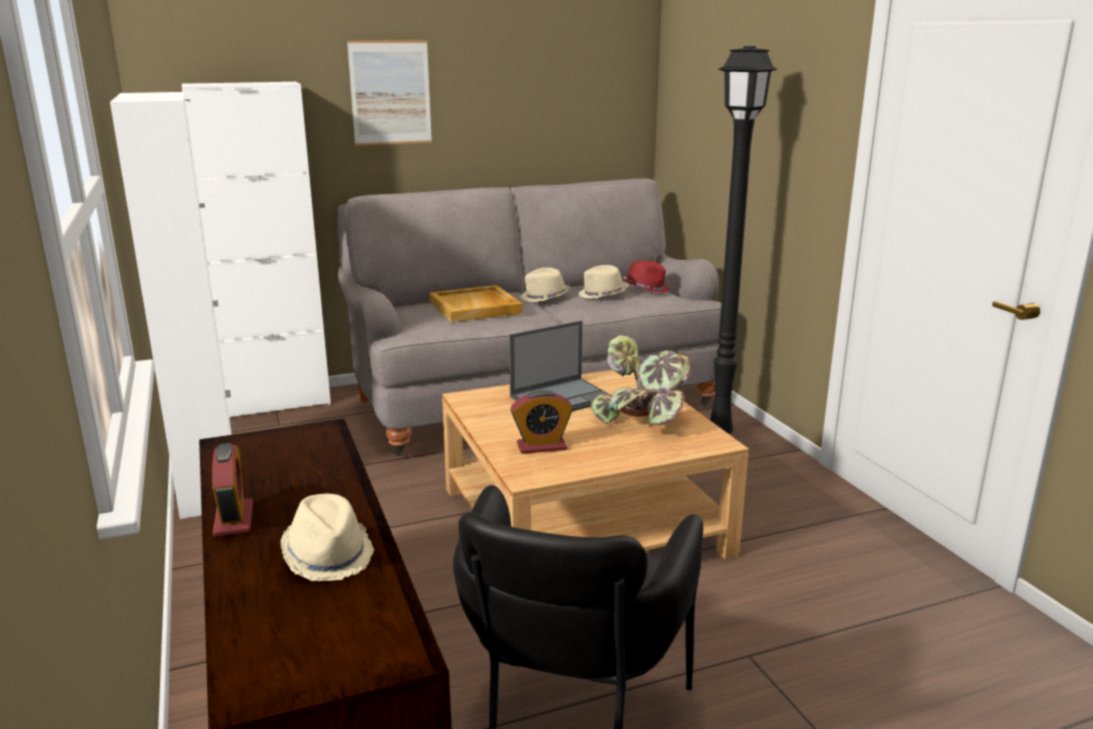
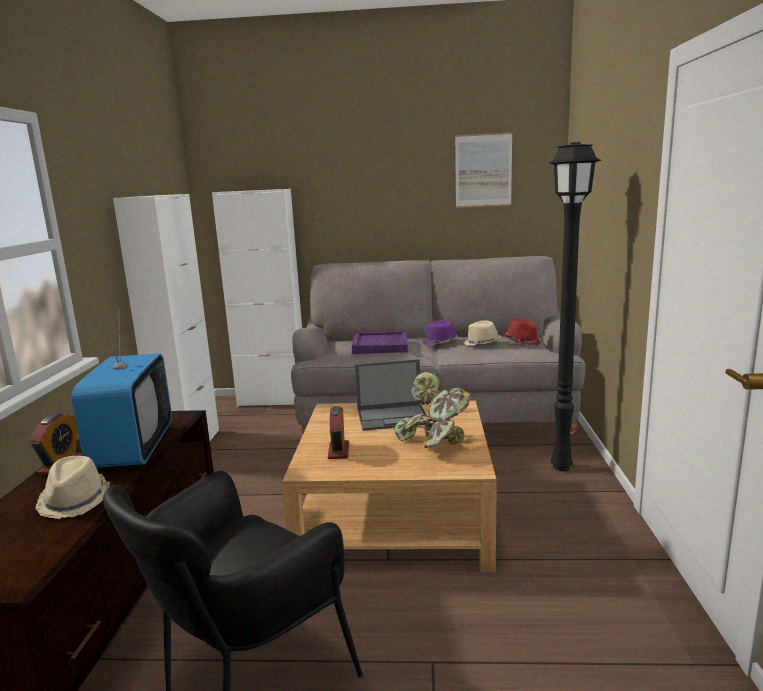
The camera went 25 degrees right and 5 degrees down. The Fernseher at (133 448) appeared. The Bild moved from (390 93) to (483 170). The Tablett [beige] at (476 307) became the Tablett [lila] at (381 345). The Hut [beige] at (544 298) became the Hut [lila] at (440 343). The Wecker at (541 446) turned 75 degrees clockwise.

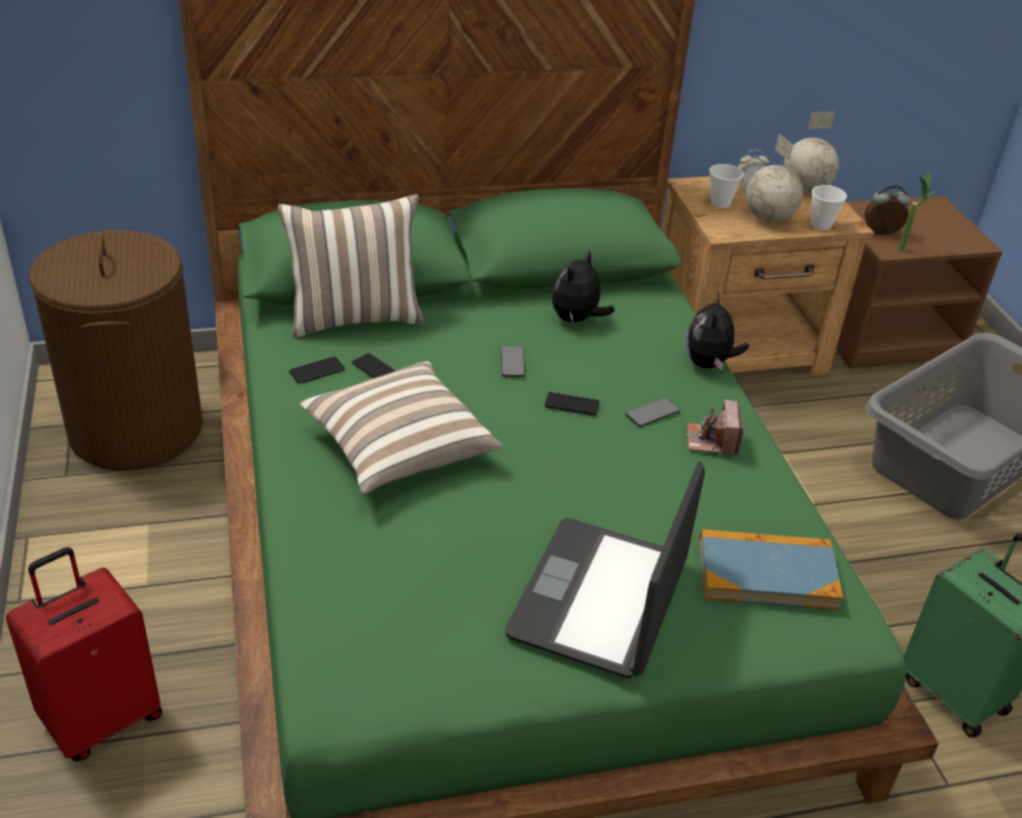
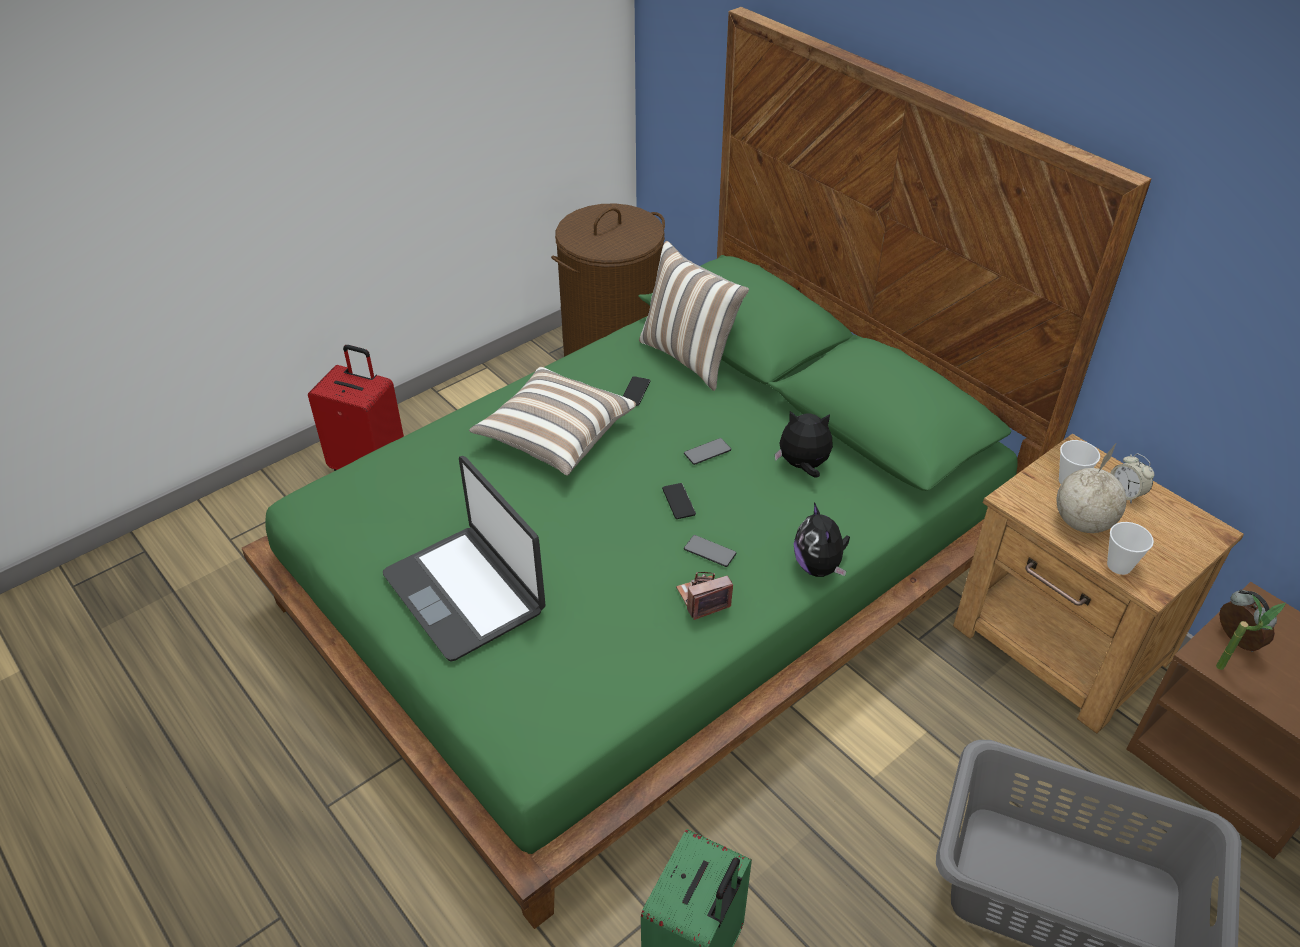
The camera went 65 degrees right and 5 degrees up. The Handy at (317 371) disappeared. The Buch at (767 574) disappeared. The Globus at (804 189) disappeared. The Laptop at (601 599) turned 120 degrees counterclockwise. The Plüschtier at (709 364) turned 90 degrees counterclockwise.

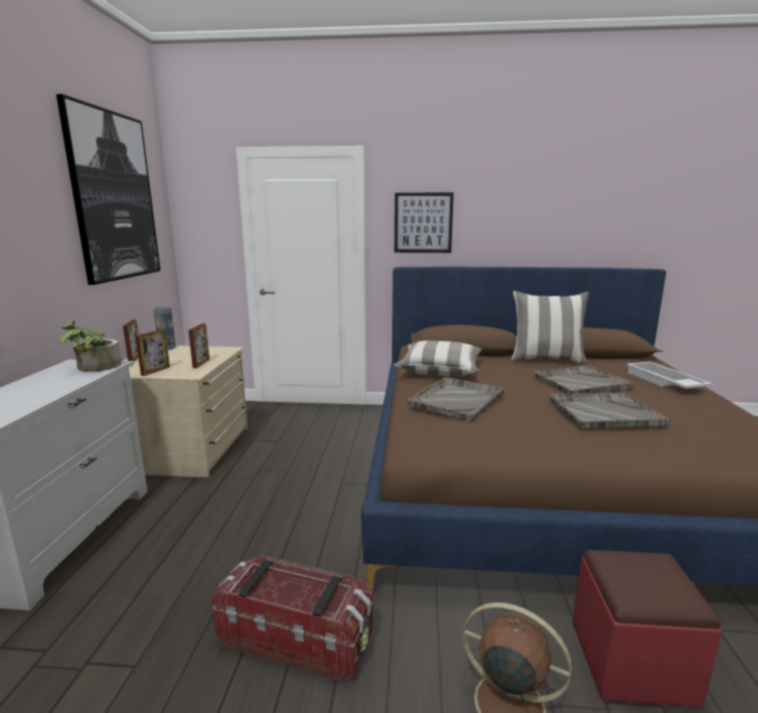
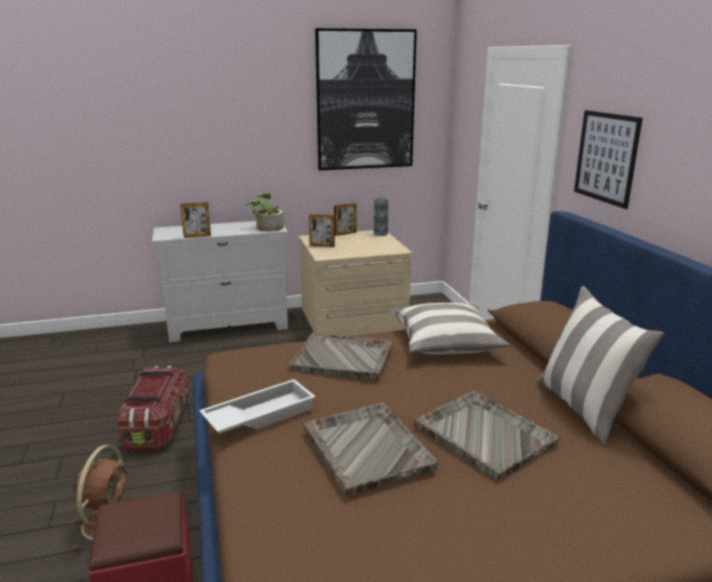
The camera went 70 degrees right and 5 degrees up. The Bilderrahmen moved from (201 363) to (197 236). The Tablett [weiß] moved from (663 382) to (259 414).

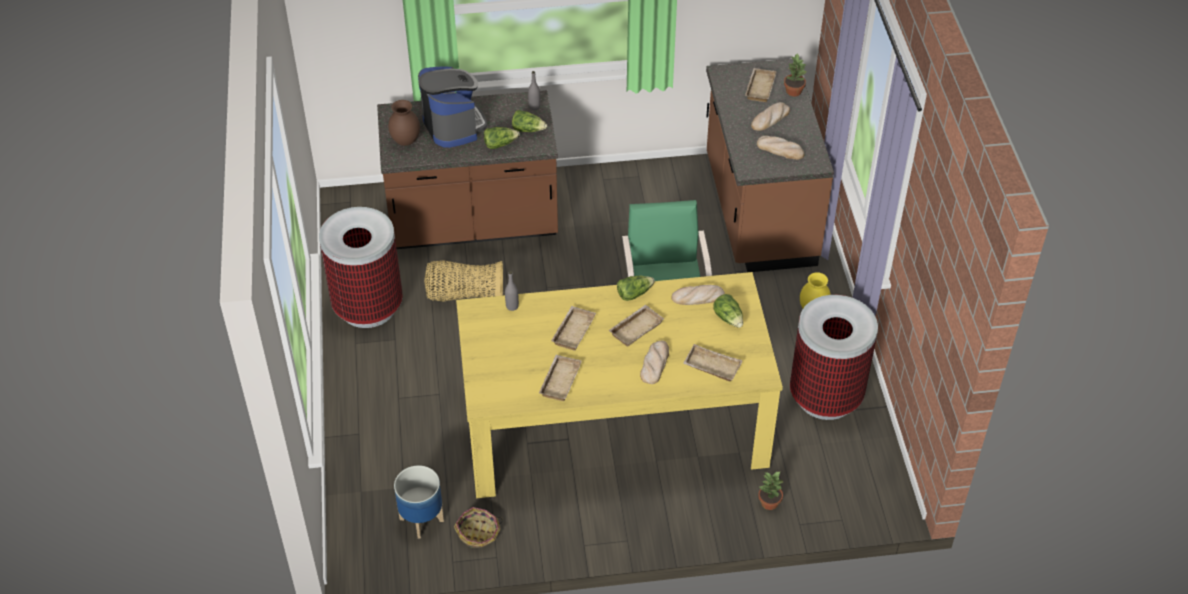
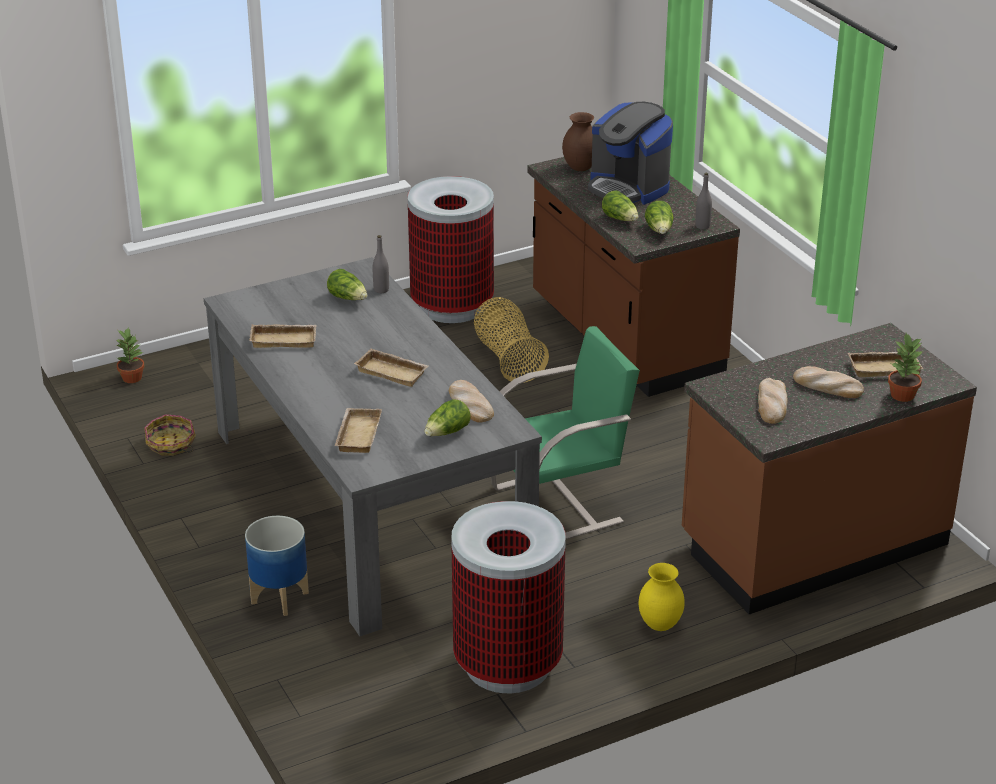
The camera went 70 degrees right and 15 degrees down. The Tablett [beige] at (572 330) disappeared. The Brot at (654 363) disappeared. The Pflanzkübel moved from (421 520) to (279 597). The Salatkopf moved from (634 293) to (348 298). The Topfpflanze moved from (769 503) to (132 377). The Esstisch [gelb] at (614 424) became the Esstisch [grau] at (369 501). The Kaffeemaschine at (453 125) turned 90 degrees clockwise.

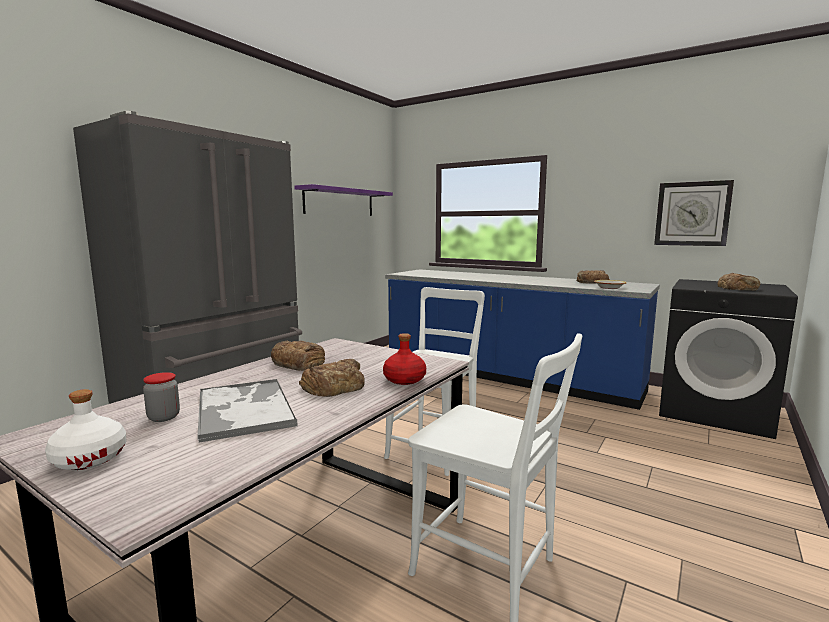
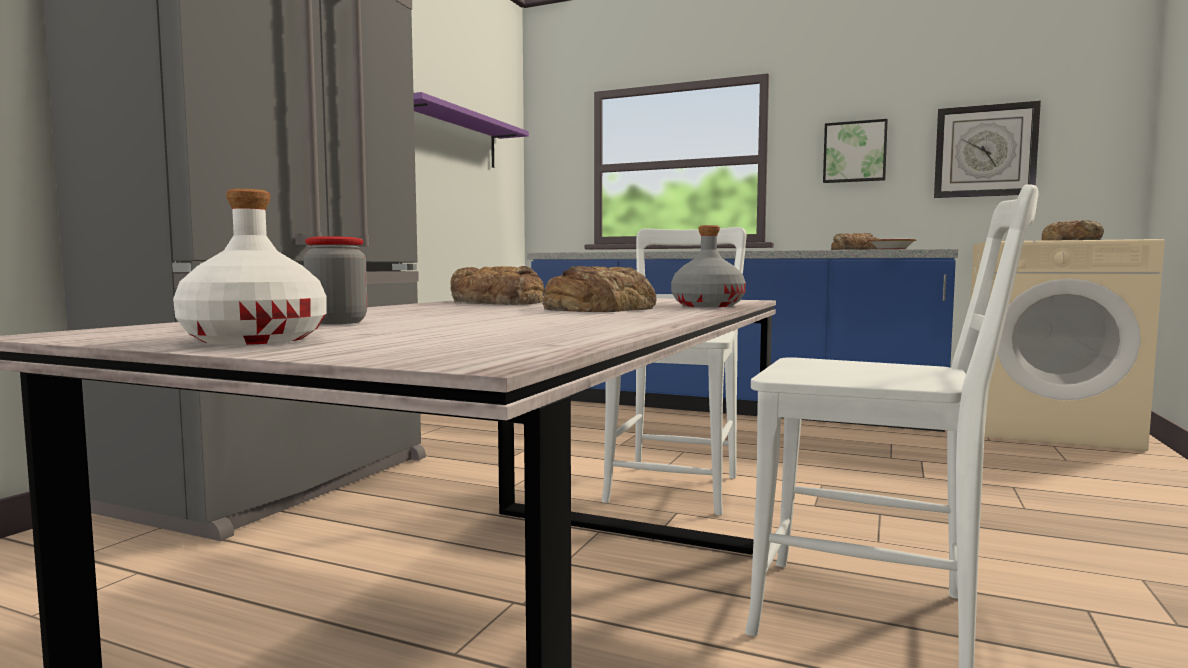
The camera went 10 degrees left and 5 degrees down. The Tablett at (244 408) disappeared. The Bild at (855 152) appeared. The Flasche [rot] at (404 379) became the Flasche [grau] at (707 305). The Waschmaschine [schwarz] at (715 411) became the Waschmaschine [beige] at (1046 429).

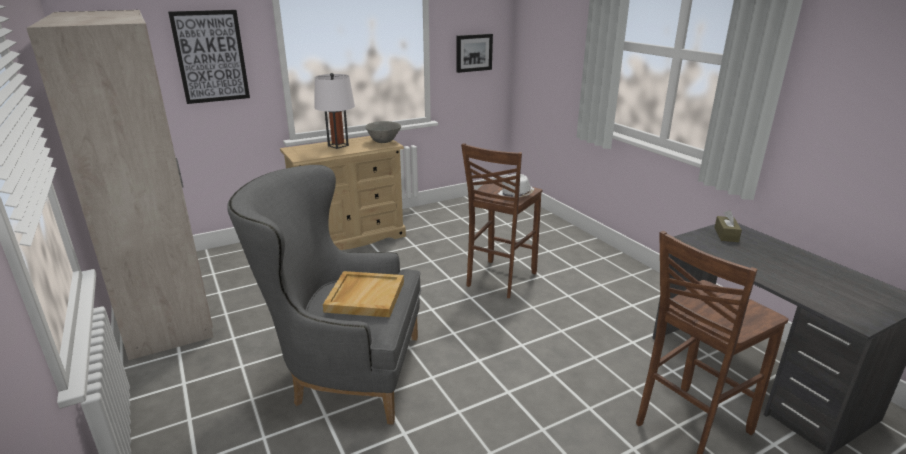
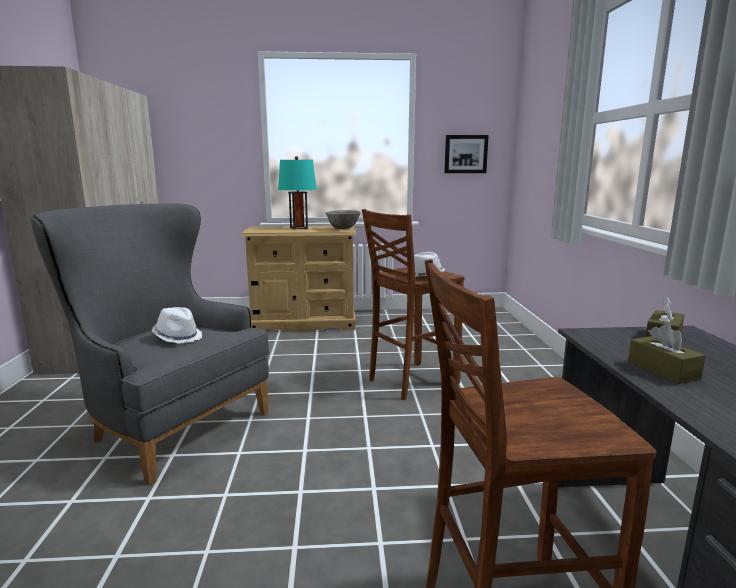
The camera went 25 degrees right and 10 degrees down. The Bild at (211 57) disappeared. The Taschentuchbox [braun] at (662 370) appeared. The Tablett [beige] at (365 296) was replaced by the Hut [weiß] at (178 337). The Tischlampe [weiß] at (338 145) became the Tischlampe [türkis] at (298 228).

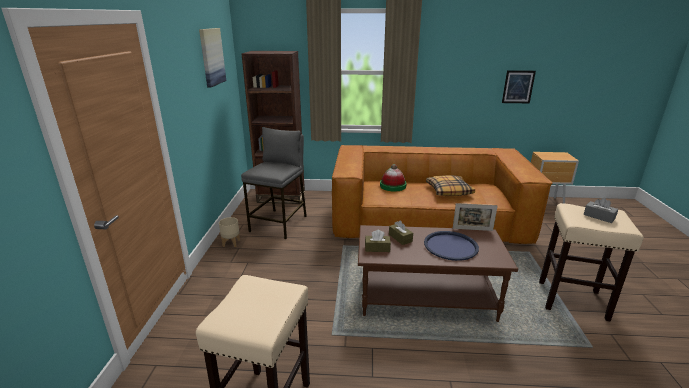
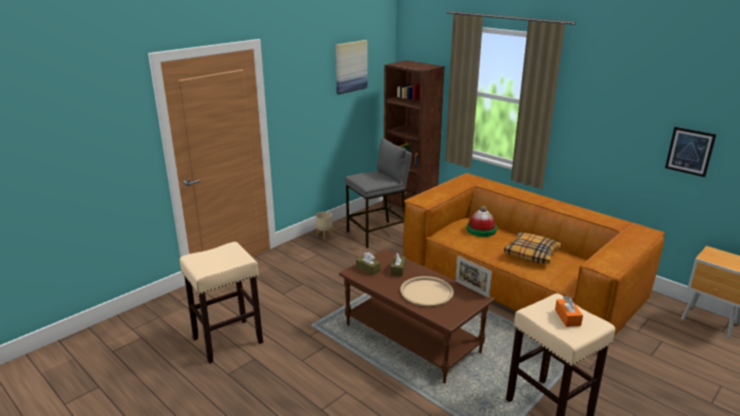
The camera went 40 degrees right and 0 degrees up. The Tablett [blau] at (450 246) became the Tablett [beige] at (426 292). The Taschentuchbox [grau] at (599 216) became the Taschentuchbox [orange] at (567 317).

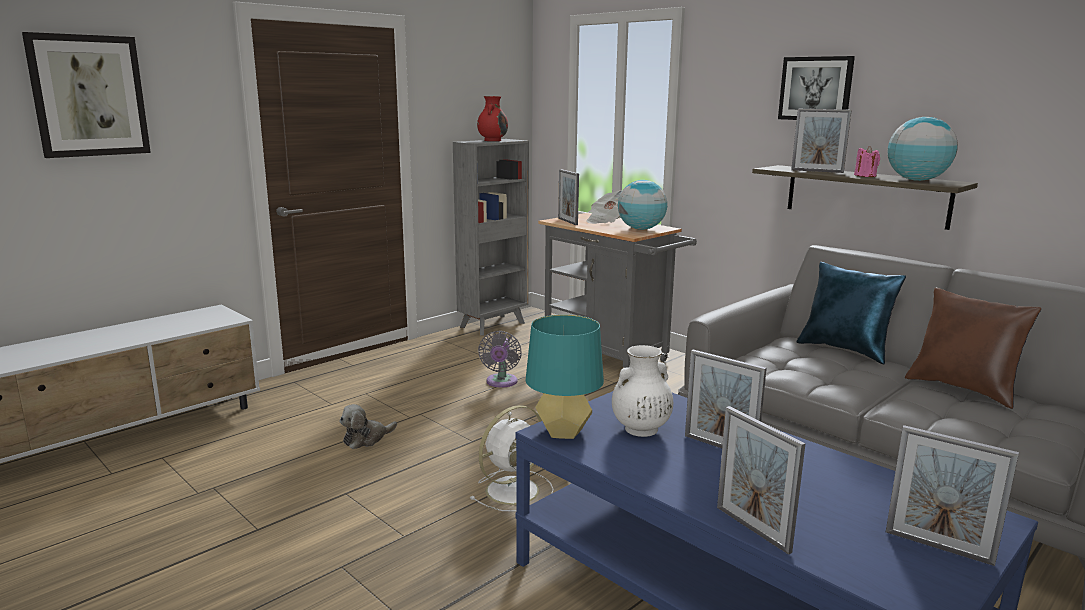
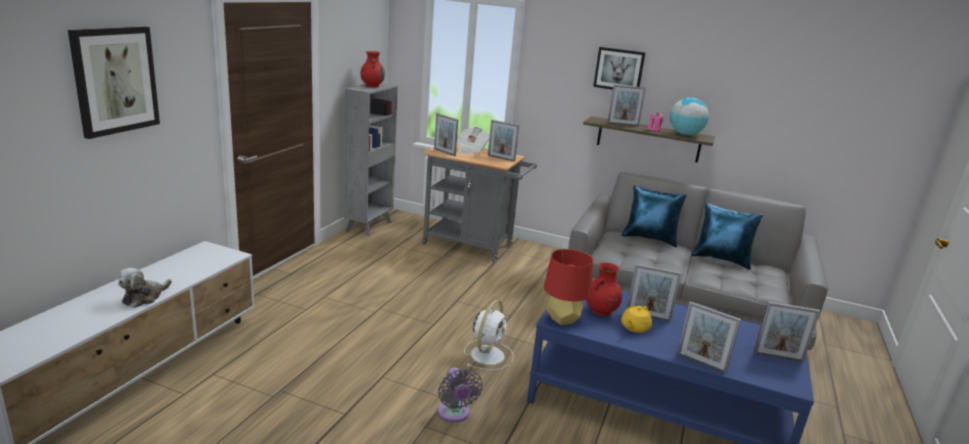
The camera went 25 degrees left and 5 degrees up. The Teekanne [gelb] at (634 327) appeared. The Plüschtier moved from (366 439) to (144 297). The Ventilator [grau] moved from (501 382) to (454 414). The Globus at (641 229) was replaced by the Bilderrahmen at (501 158). The Tischlampe [türkis] at (563 431) became the Tischlampe [rot] at (562 319). The Vase [weiß] at (640 429) became the Vase [rot] at (600 311). The Kissen [braun] at (963 389) became the Kissen [blau] at (721 259).

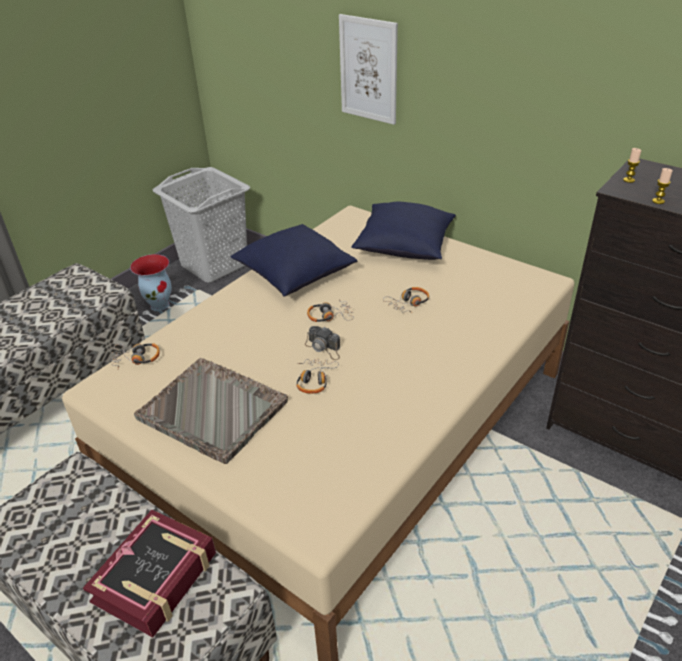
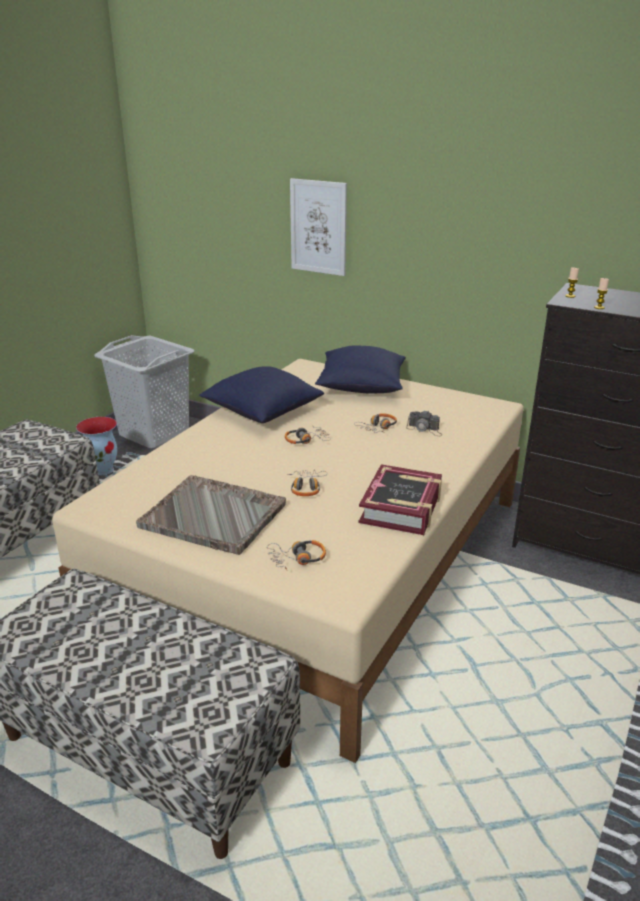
The camera went 10 degrees left and 10 degrees down. The Buch moved from (156 578) to (401 507). The Kopfhörer moved from (136 359) to (297 559). The Kamera moved from (324 348) to (425 429).

